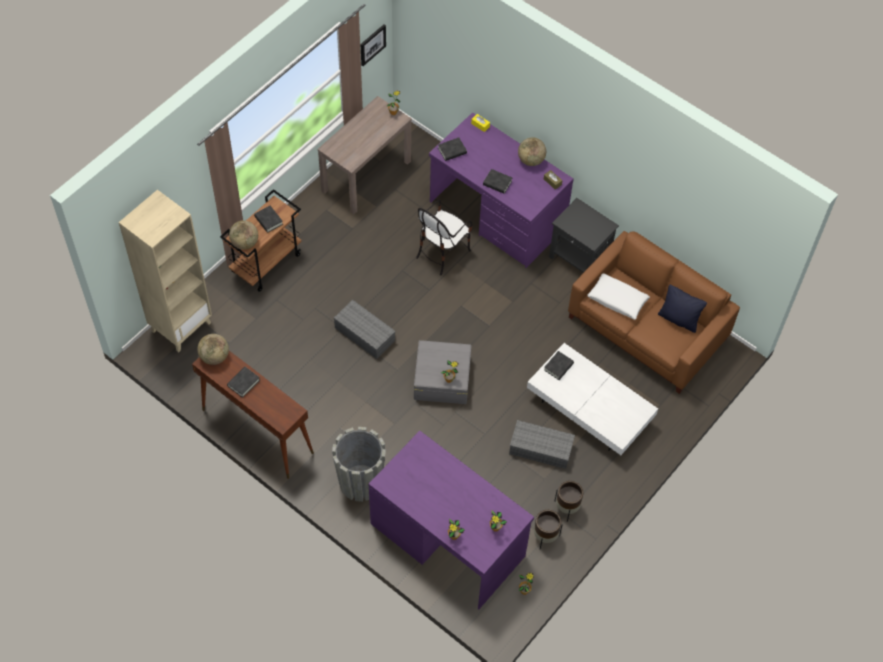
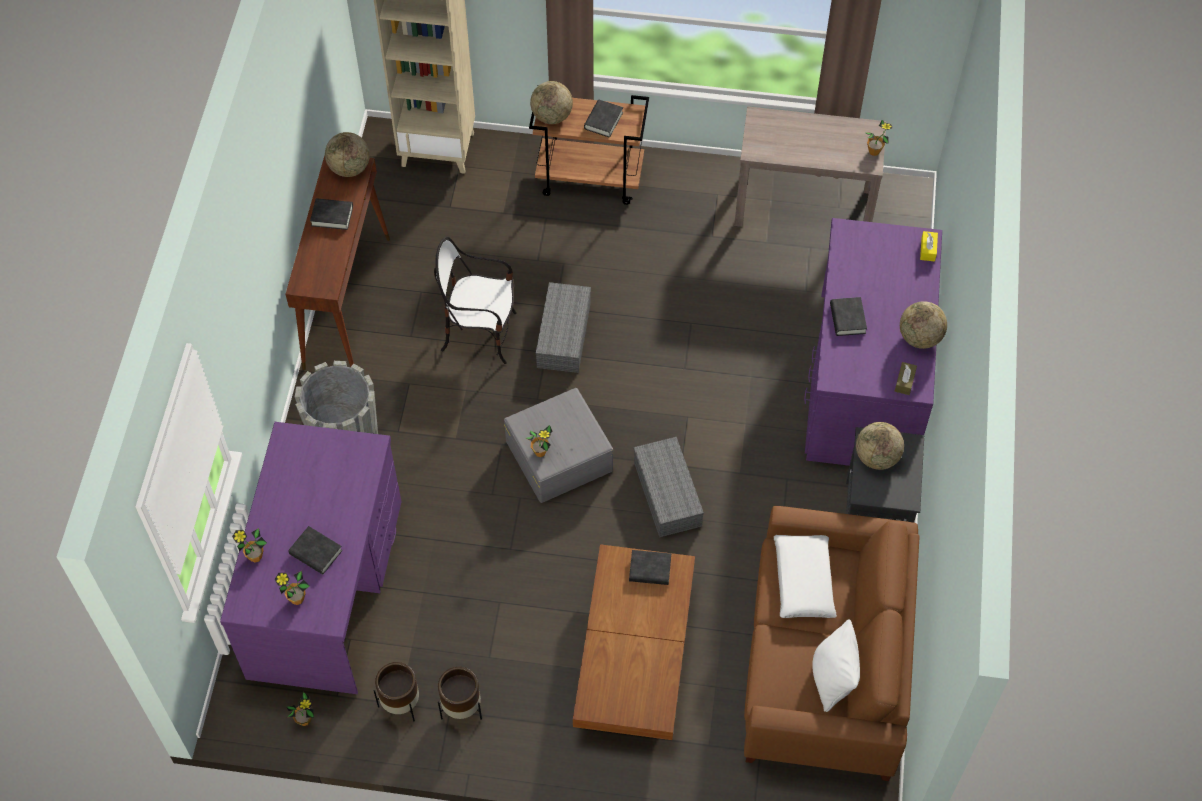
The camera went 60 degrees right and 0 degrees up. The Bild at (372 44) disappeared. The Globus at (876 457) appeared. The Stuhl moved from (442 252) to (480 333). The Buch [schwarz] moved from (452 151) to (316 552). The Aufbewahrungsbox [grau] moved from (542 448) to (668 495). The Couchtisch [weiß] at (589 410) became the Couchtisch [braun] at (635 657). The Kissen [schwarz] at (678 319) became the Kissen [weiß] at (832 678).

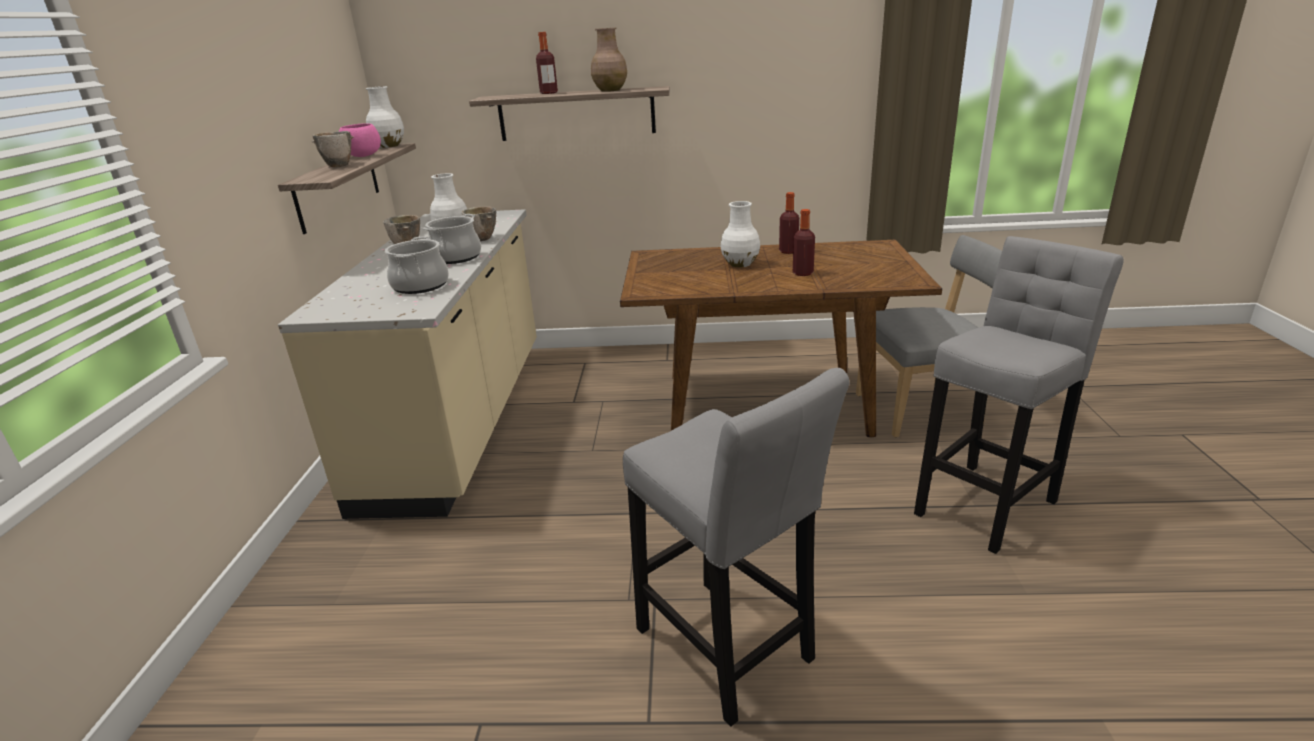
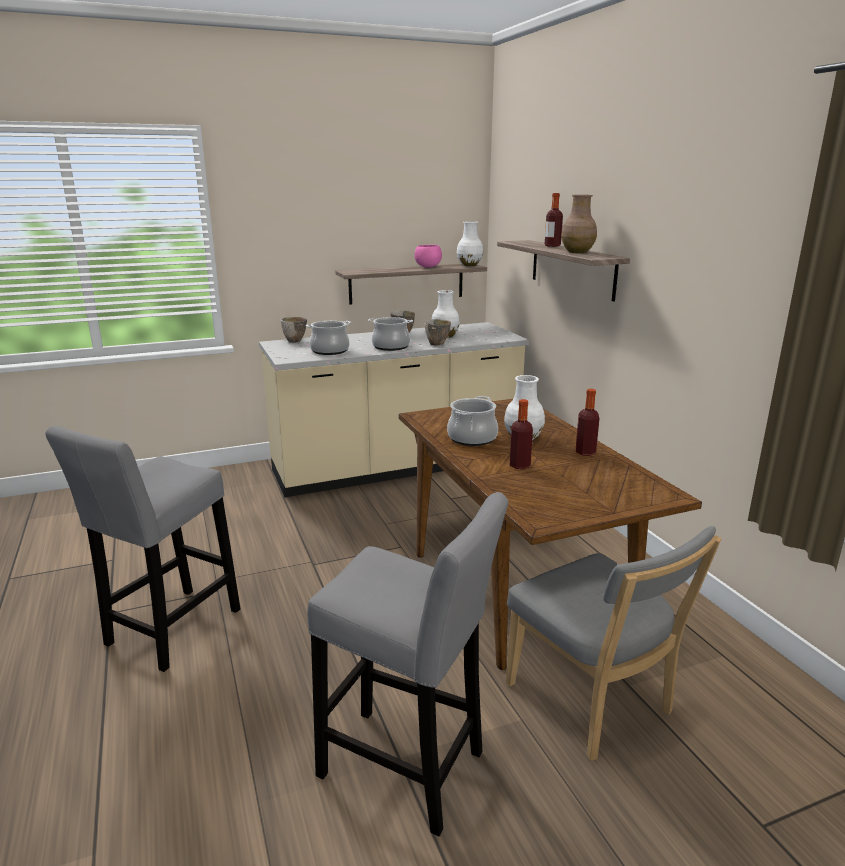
The camera went 65 degrees right and 5 degrees down. The Kochtopf at (472 438) appeared. The Schüssel moved from (340 165) to (295 341).

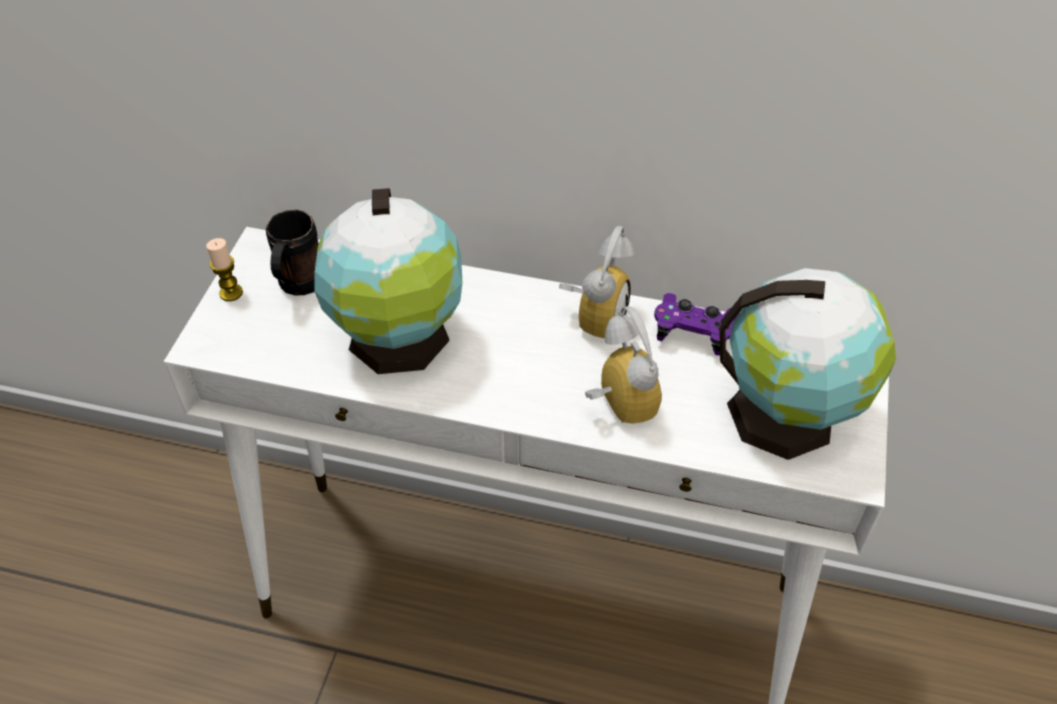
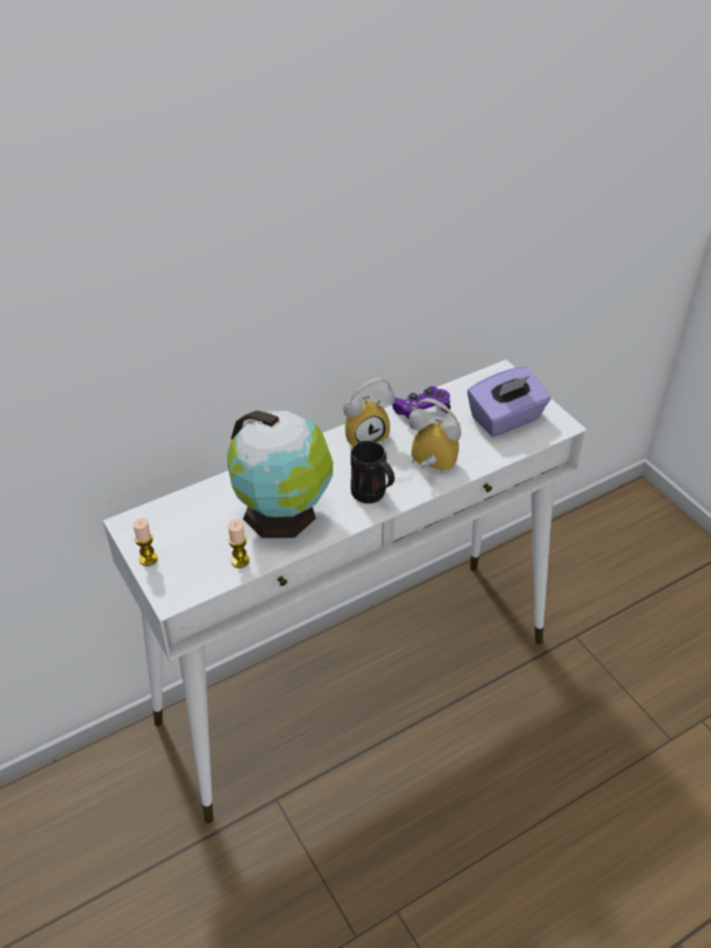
The camera went 45 degrees left and 5 degrees down. The Kerze at (240 561) appeared. The Henkelbecher [schwarz] moved from (298 288) to (373 497). The Globus at (788 415) was replaced by the Taschentuchbox [lila] at (506 419). The Wecker at (594 316) turned 90 degrees clockwise.

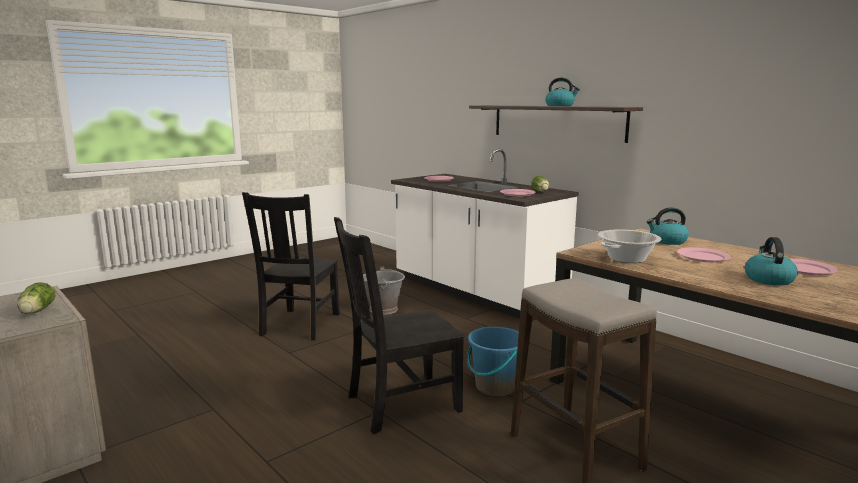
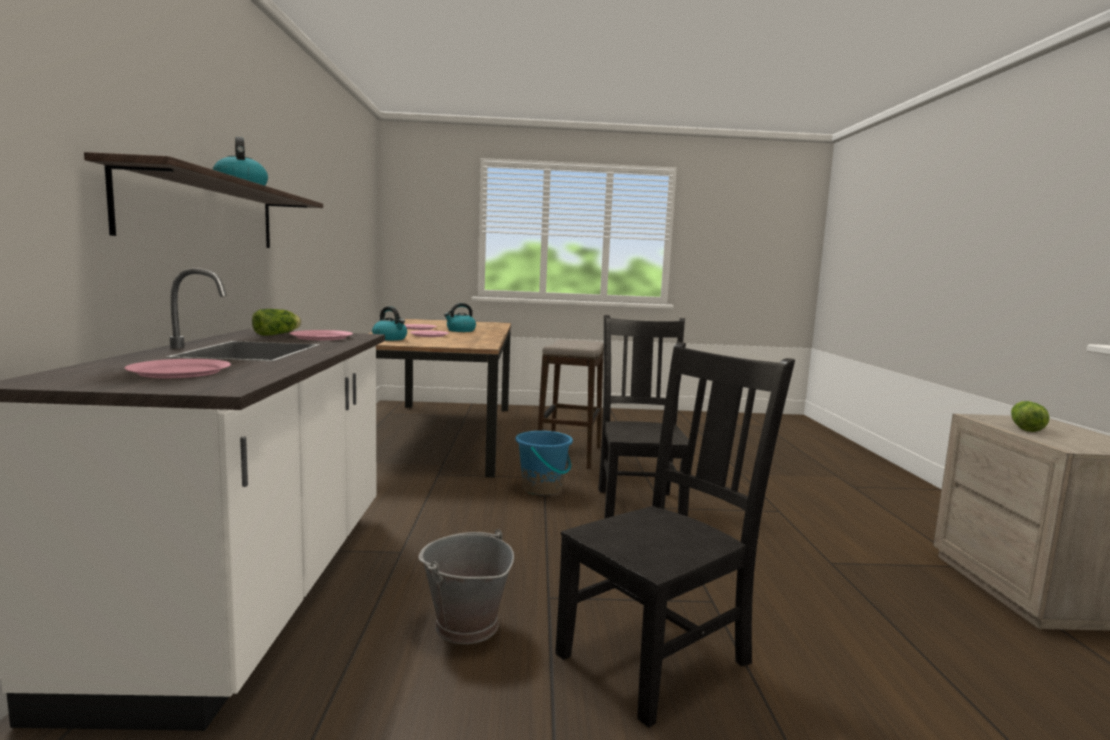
The camera went 140 degrees left and 5 degrees down. The Kochtopf at (627 259) disappeared. The Stuhl [schwarz] at (399 404) turned 105 degrees counterclockwise.

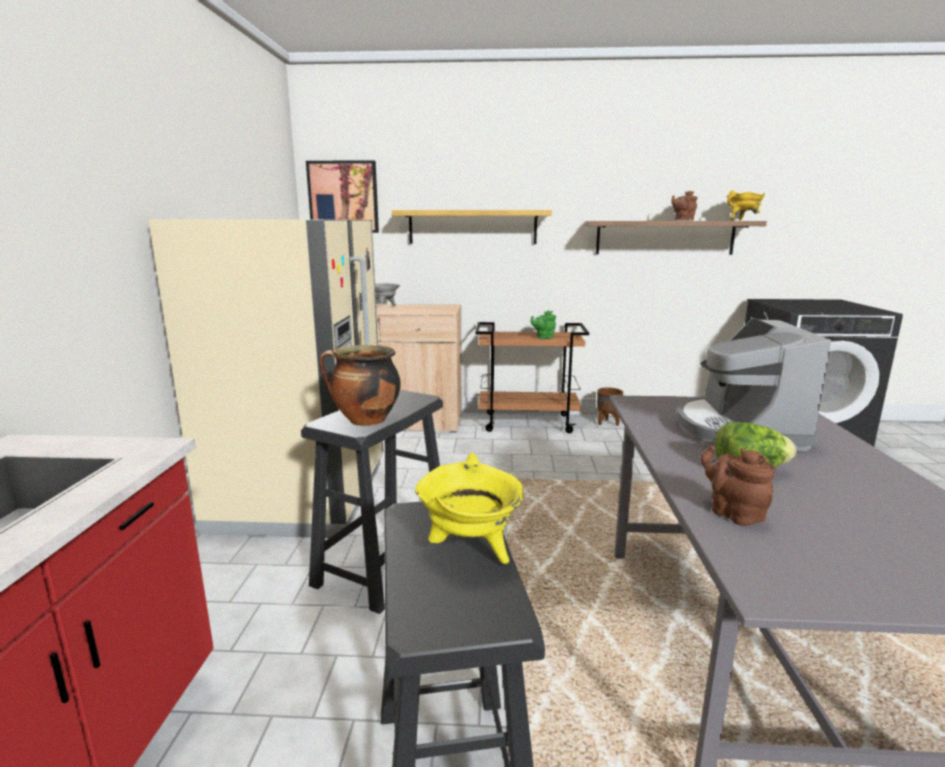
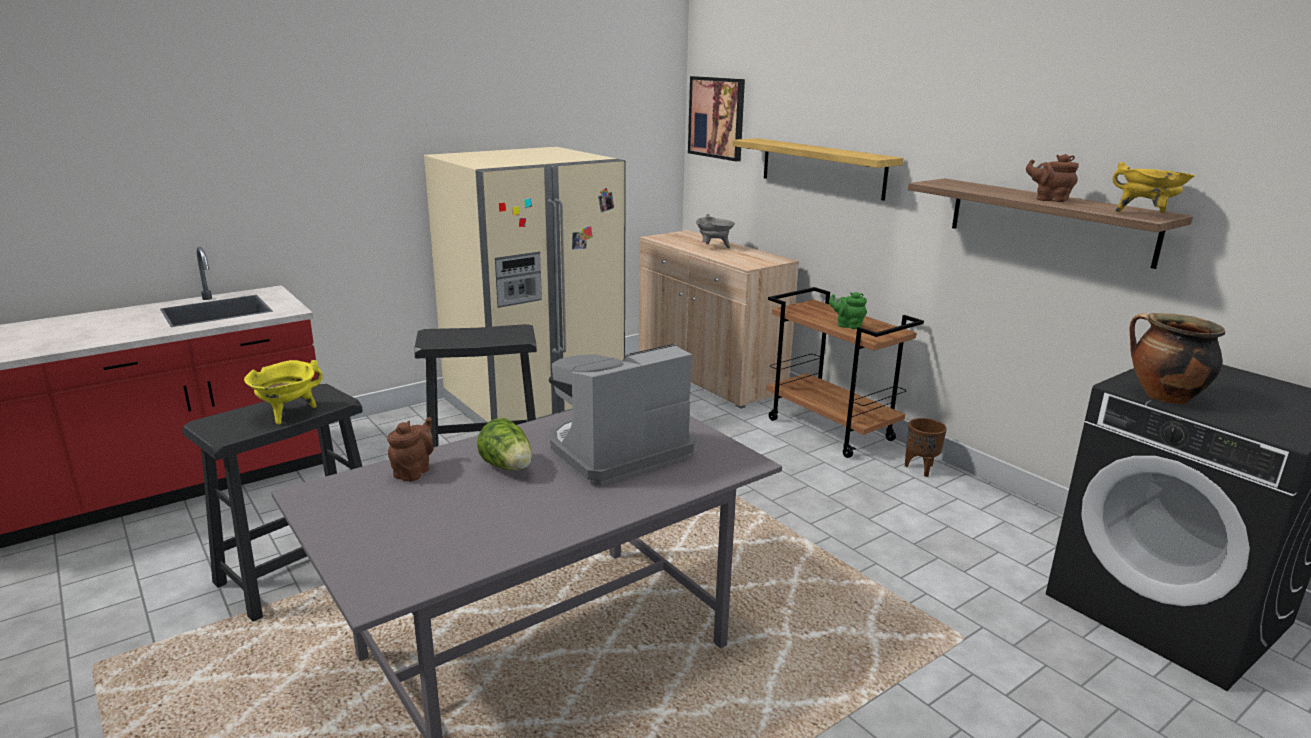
The camera went 50 degrees right and 5 degrees up. The Kochtopf moved from (365 421) to (1163 397).

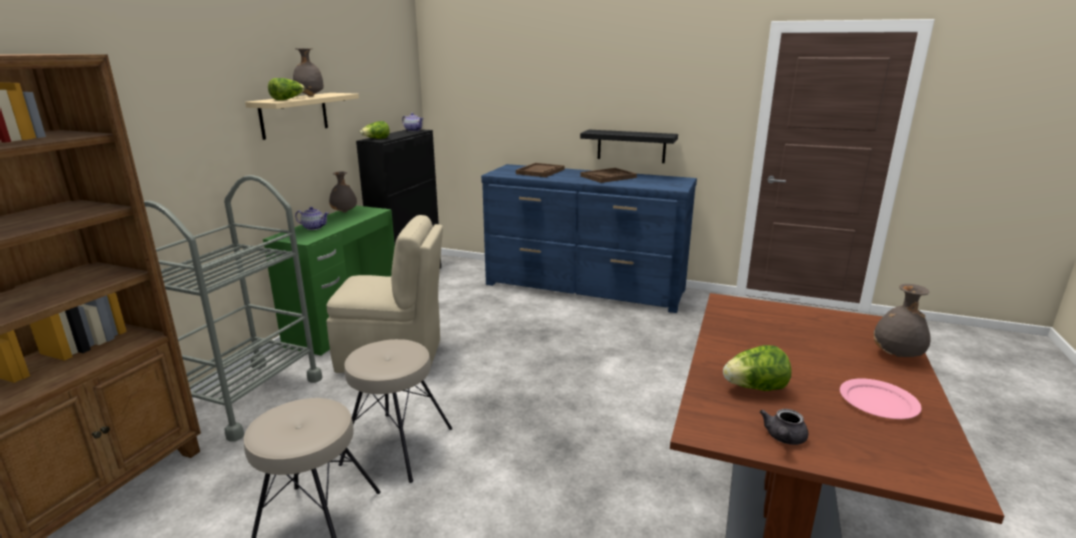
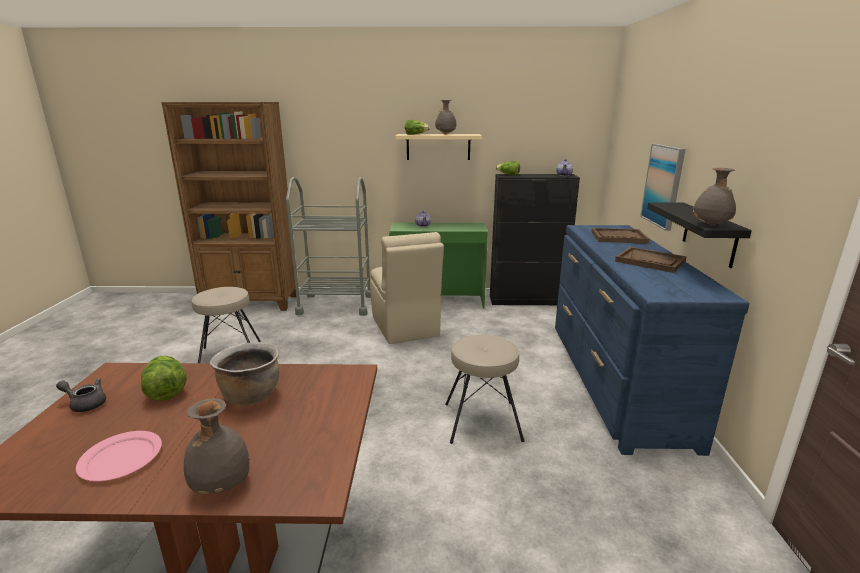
The camera went 70 degrees right and 0 degrees up. The Kochtopf [braun] at (251 396) appeared. The Bild at (663 185) appeared. The Vase [grau] moved from (344 212) to (710 225). The Hocker [beige] moved from (396 445) to (482 421).

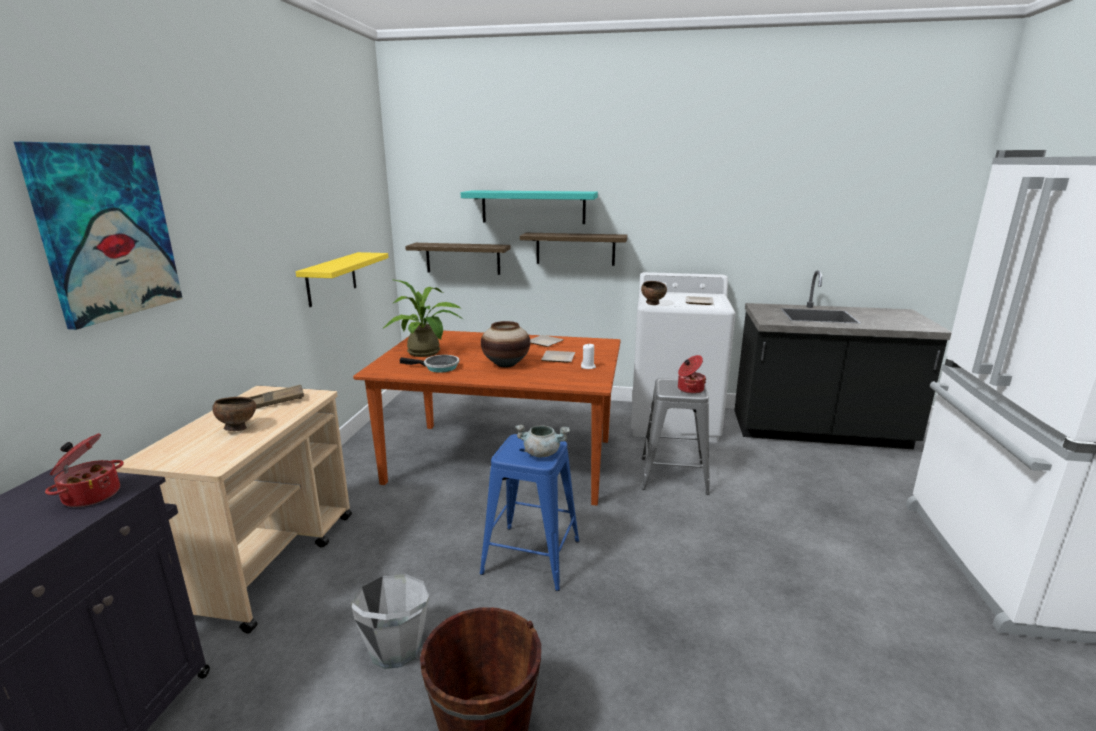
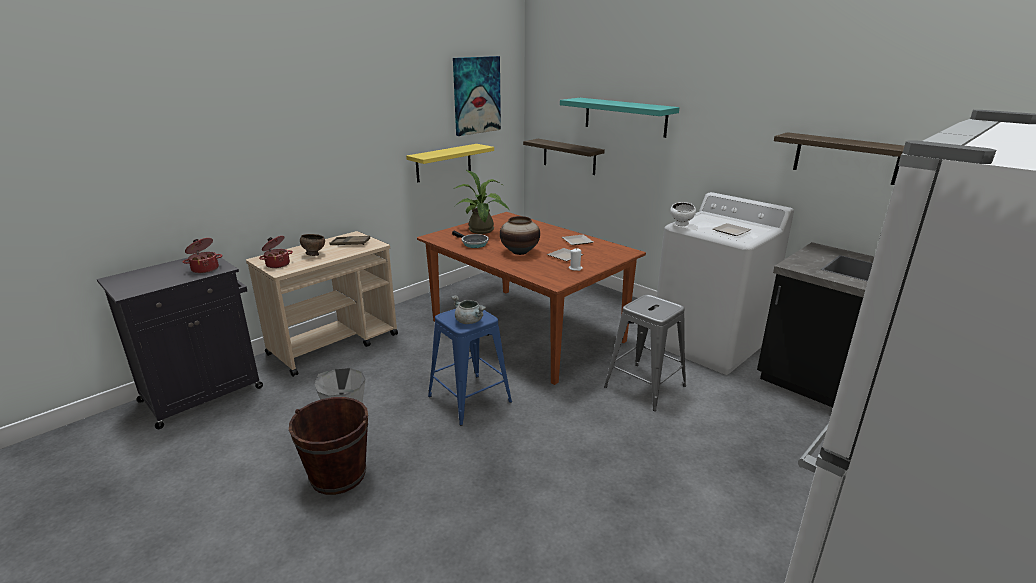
The camera went 35 degrees right and 5 degrees up. The Bild moved from (106 232) to (476 95). The Wandregal moved from (575 249) to (845 158). The Kochtopf moved from (689 389) to (277 264). The Schüssel [braun] at (653 304) became the Schüssel [weiß] at (681 225).

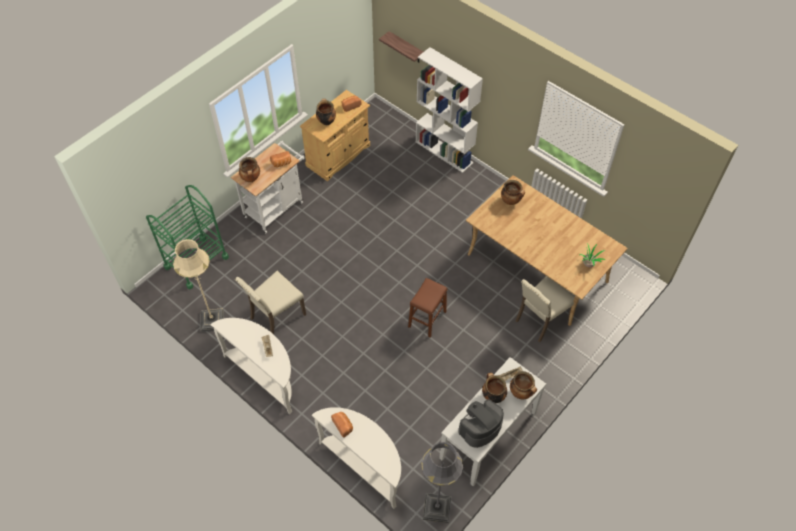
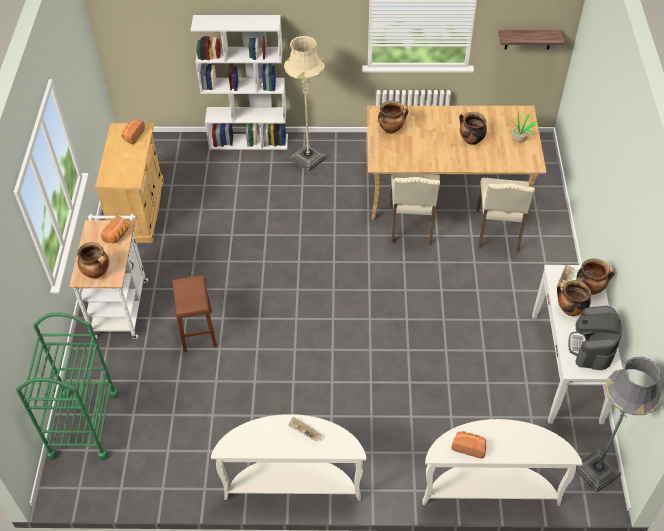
The camera went 40 degrees left and 5 degrees down. The Stehlampe [beige] moved from (212 321) to (308 159). The Stuhl [beige] moved from (276 316) to (412 225). The Kochtopf moved from (326 121) to (470 140). The Wandregal moved from (406 48) to (528 39). The Hocker [braun] moved from (427 319) to (198 331).

